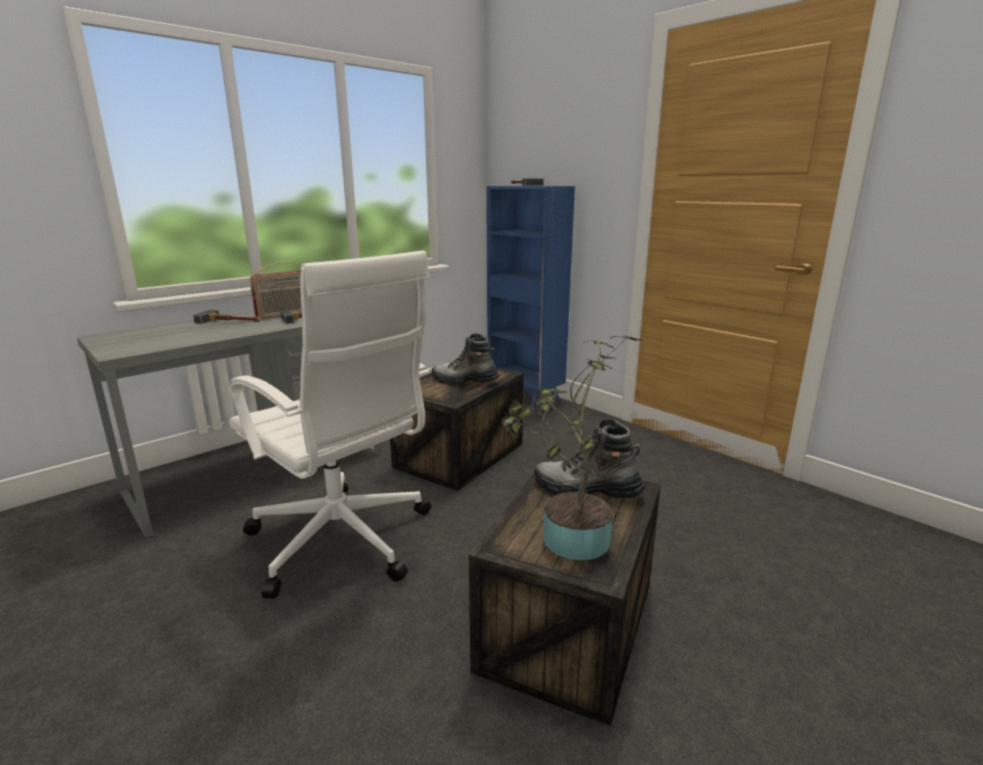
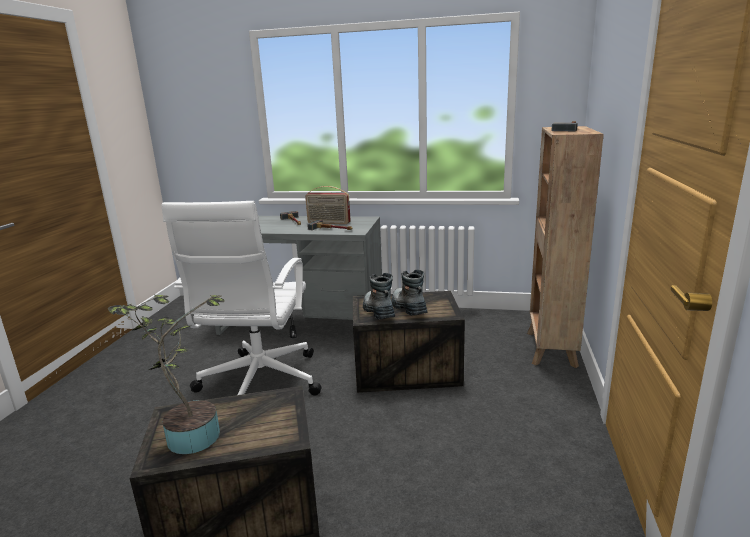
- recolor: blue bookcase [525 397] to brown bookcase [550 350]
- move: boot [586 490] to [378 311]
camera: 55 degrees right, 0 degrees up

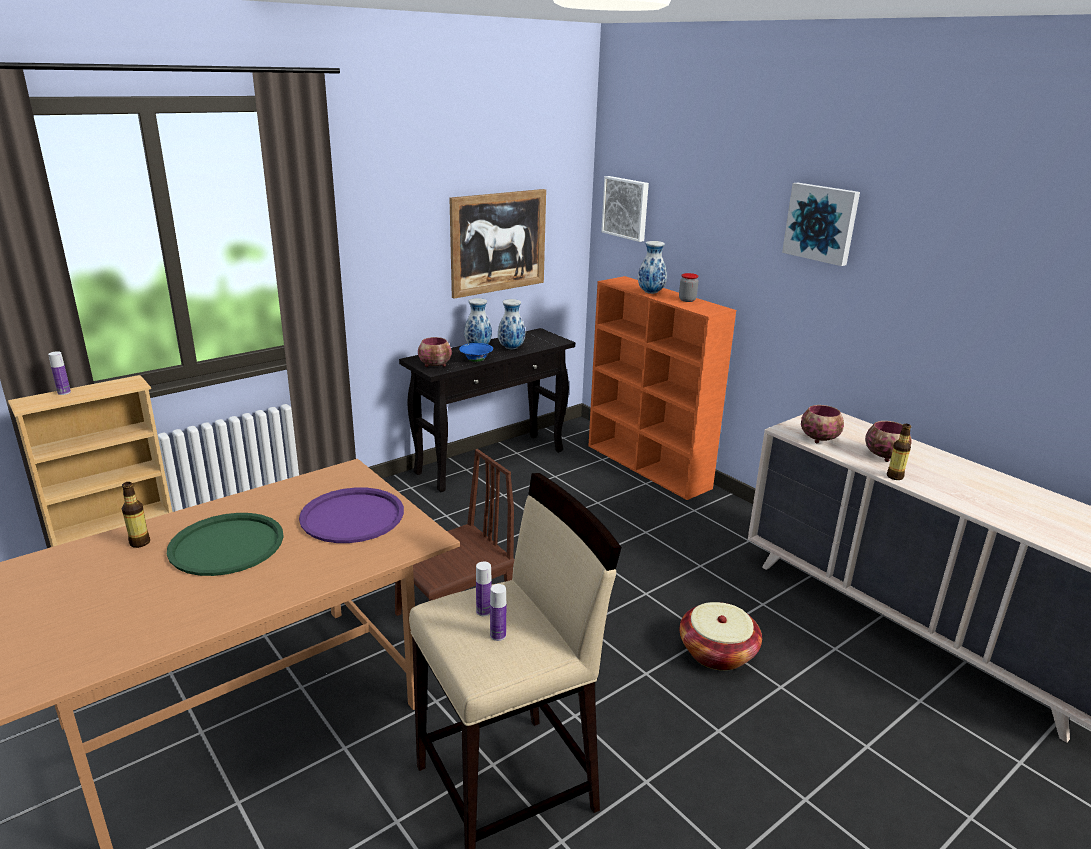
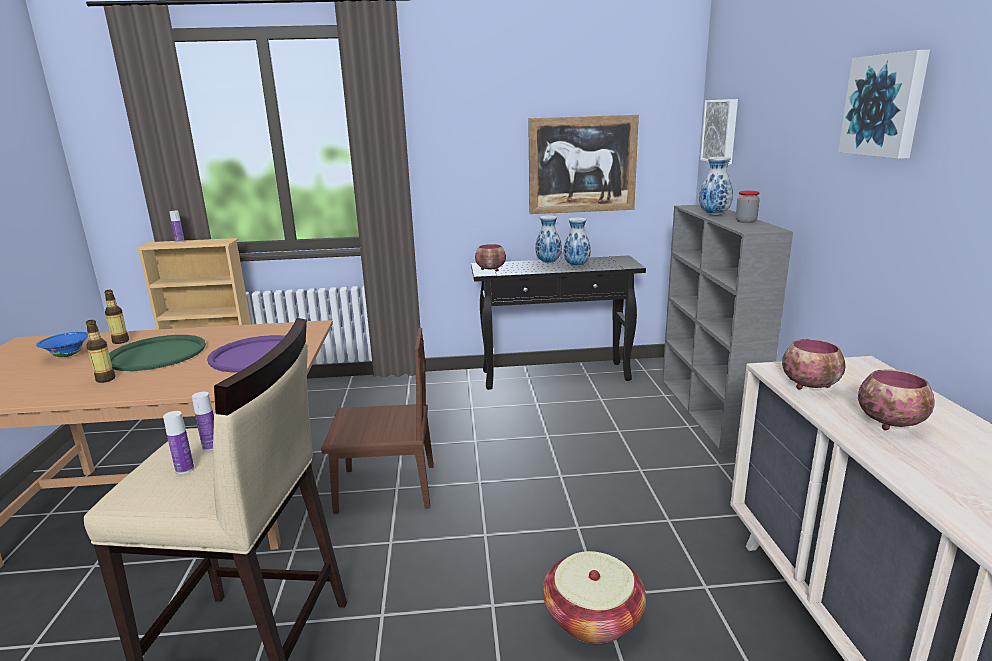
- move: blue bowl [476 361] to [68 355]
- recolor: orange bookcase [649 467] to grey bookcase [708 412]
- move: bottle [894 476] to [105 379]
camera: 35 degrees right, 5 degrees down

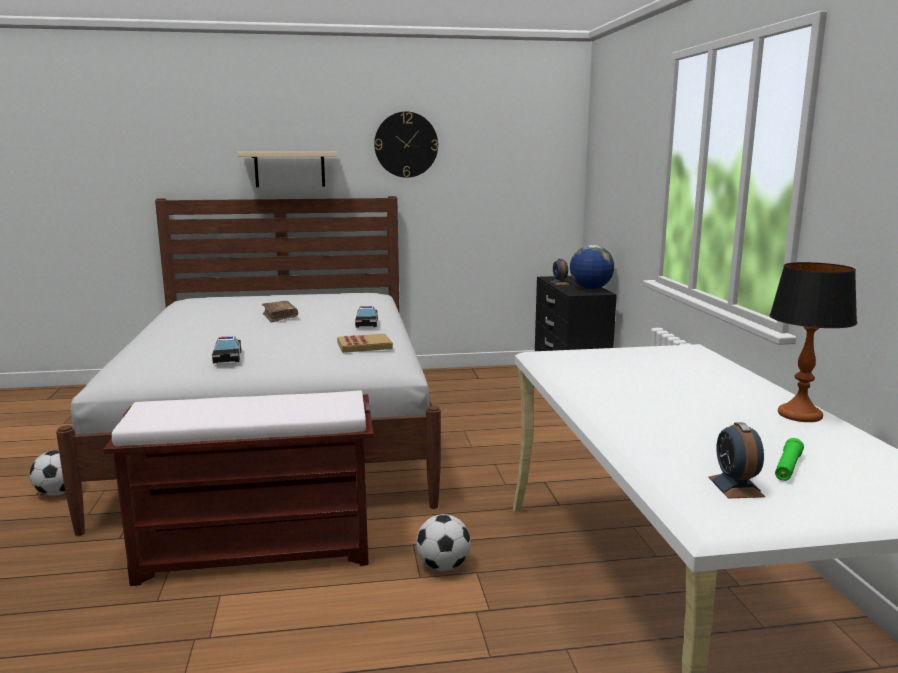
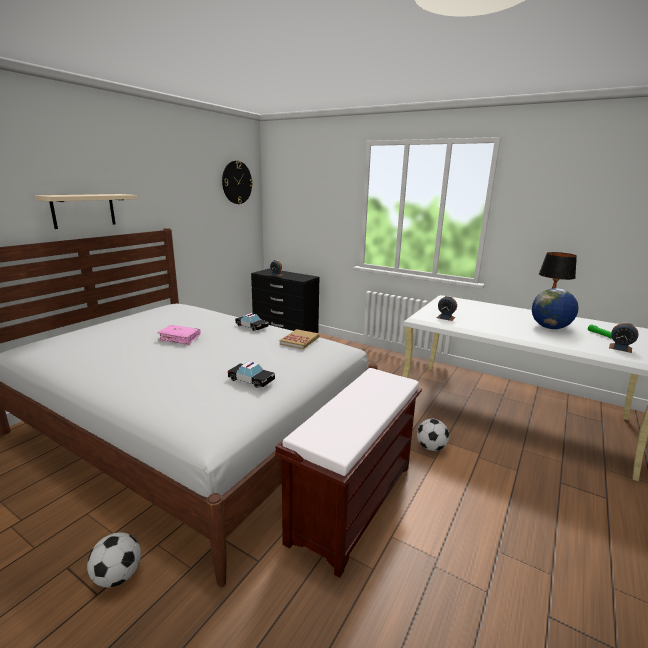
- recolor: brown book [280 317] to pink book [180 339]
- move: wall clock [406 144] to [237 182]
- move: globe [590 289] to [550 328]
- insert: alarm clock [445 317]
camera: 50 degrees left, 5 degrees up

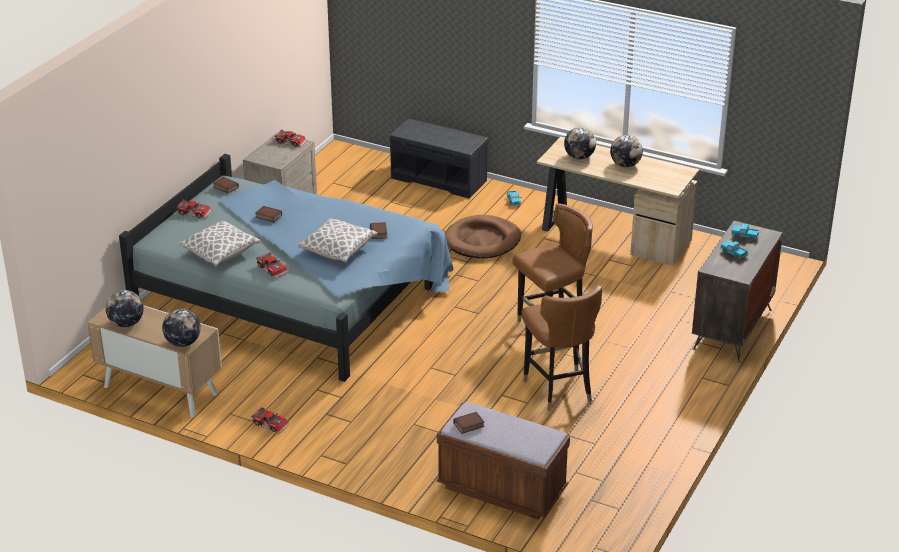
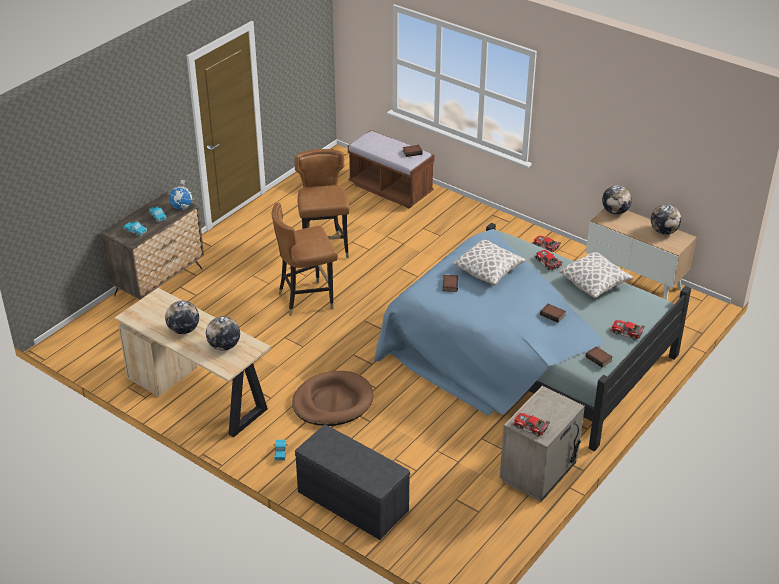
- insert: globe [182 207]
camera: 170 degrees left, 5 degrees up

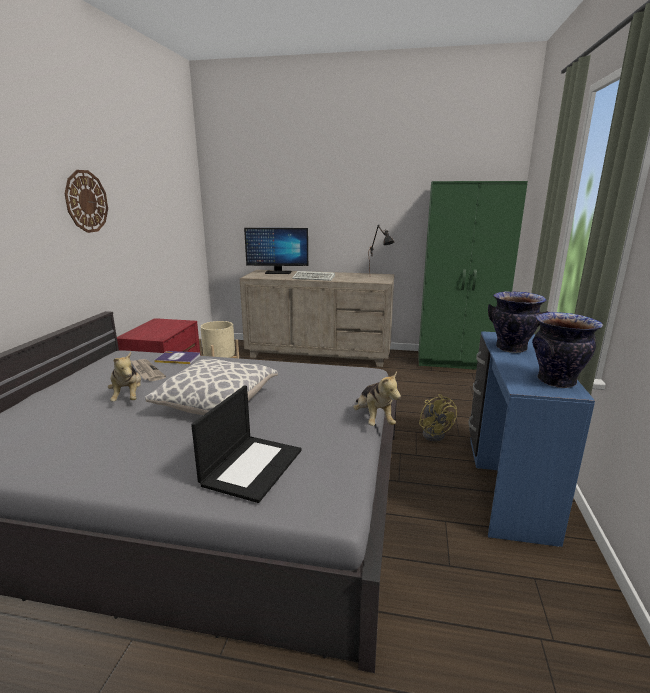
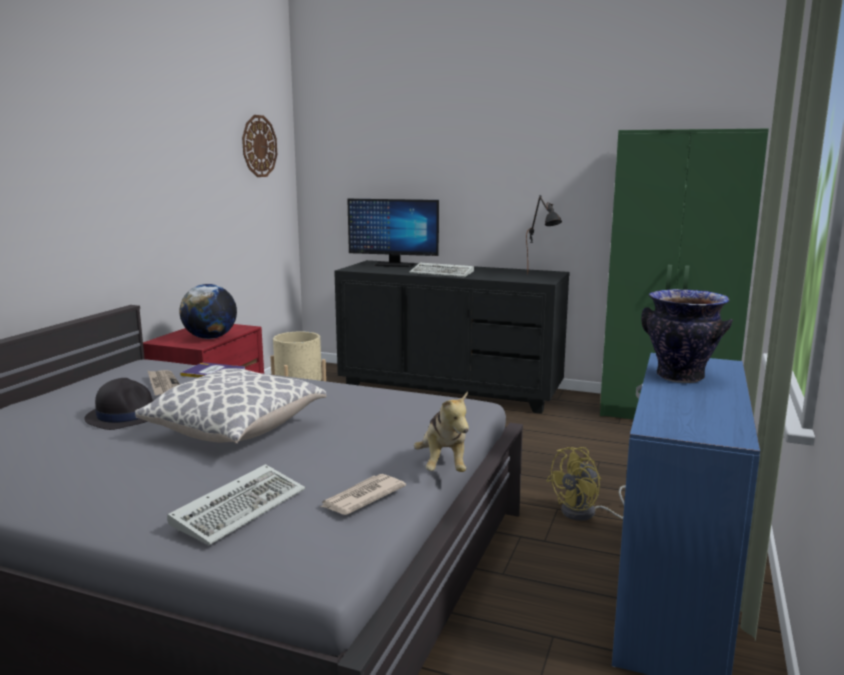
- move: wall clock [86 201] to [259 146]
- replace: plush toy [128 397] to black hat [126 415]
- replace: laptop [252 466] to keyboard [241 507]
- recolor: beige dresser [319 354] to black dresser [450 390]
- rotate: yellow fan [435 434] = [586 514] 60 degrees clockwise
- delete: vase [557 382]
- insert: globe [210 338]
- insert: newspaper [361 498]
camera: 10 degrees right, 5 degrees down

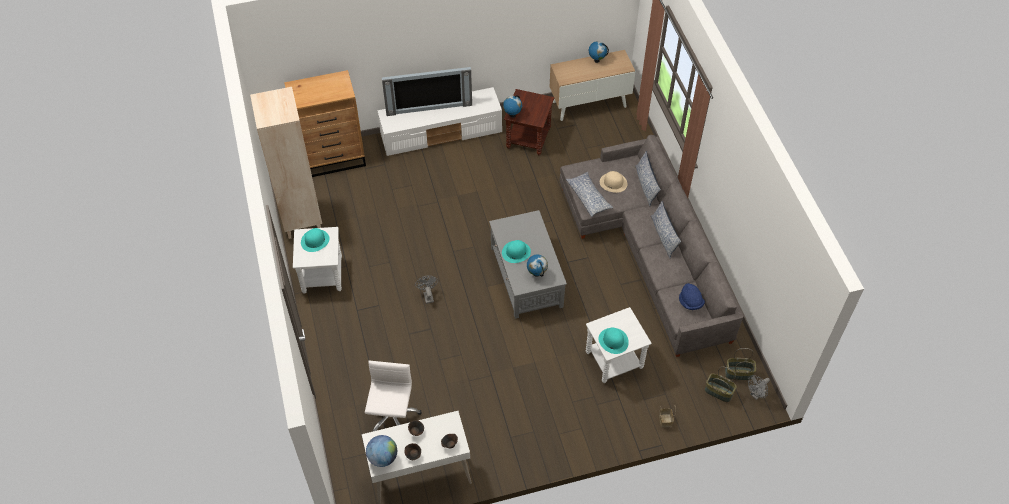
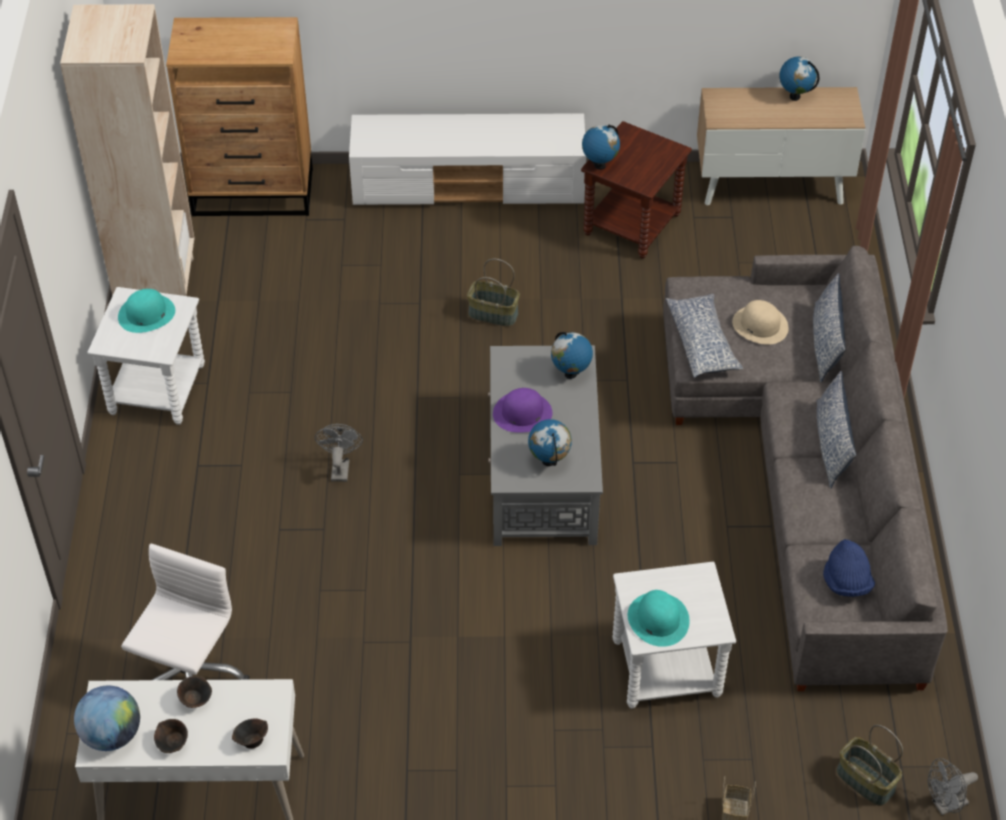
- delete: television [428 106]
- recolor: turquoise hat [516 252] to purple hat [522 413]
- move: basket [738 373] to [492 314]
- insert: globe [570 374]
camera: 15 degrees right, 5 degrees down

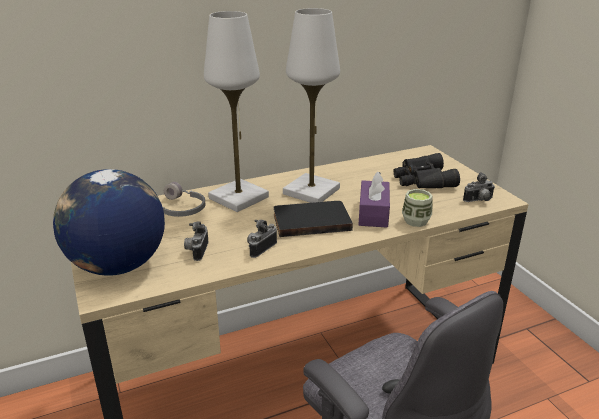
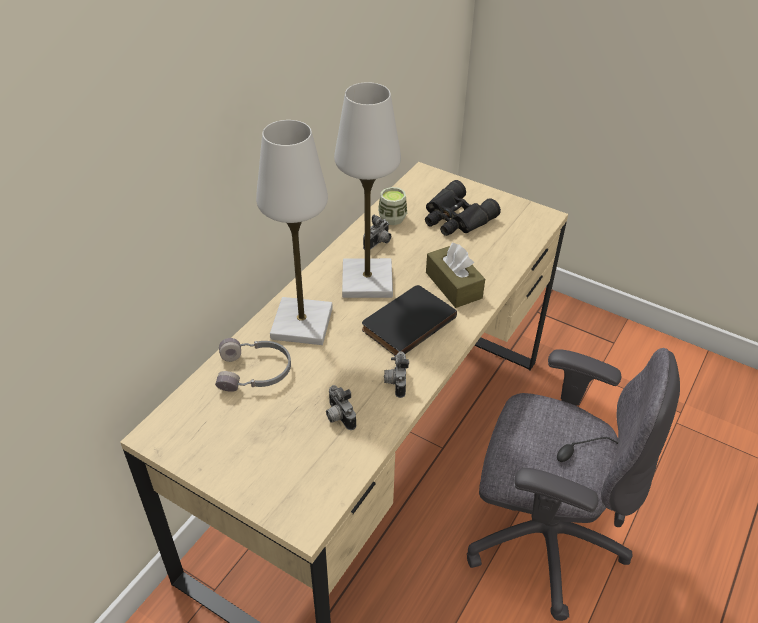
- delete: globe [117 266]
- recolor: purple tissue box [373 213] to brown tissue box [453 285]
- move: cup [416 221] to [392 218]
- move: photo camera [479 201] to [378 243]
camera: 35 degrees left, 15 degrees up

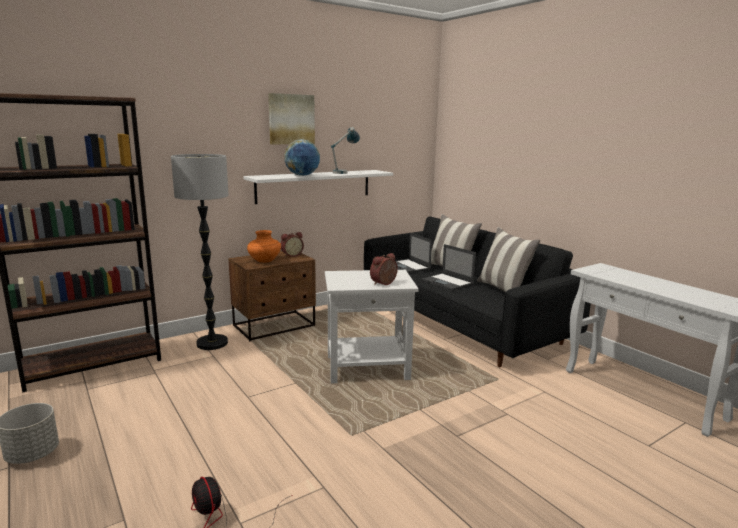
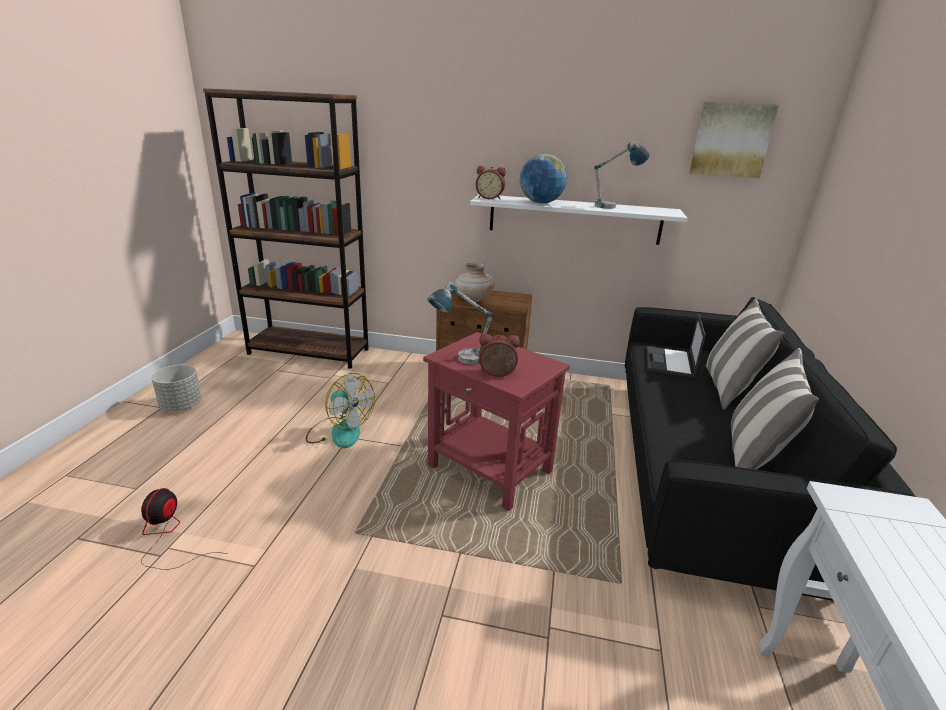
- delete: floor lamp [212 343]
- recolor: orange vase [264 261] to beige vase [473 299]
- move: picture [291 119] to [731 140]
- move: alarm clock [291 255] to [490 198]
- recolor: white side table [367 368] to red side table [489 469]
- delete: laptop [448 282]
- insert: fan [339 431]
- insert: table lamp [459 359]
camera: 45 degrees right, 10 degrees up

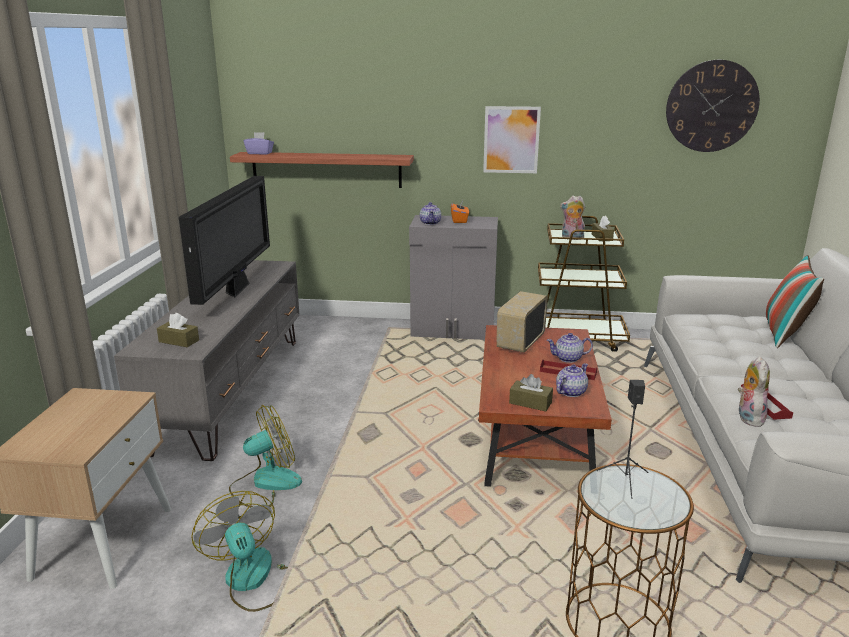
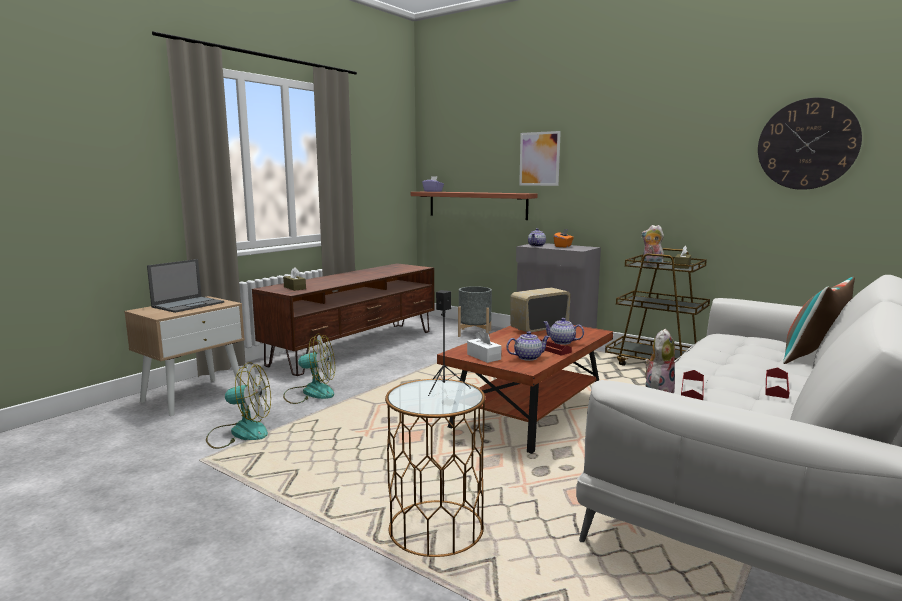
- recolor: grey tv stand [231 390] to brown tv stand [355 347]
- delete: television [238 289]
- rotate: fan [254 580] = [240 433] 90 degrees clockwise
- move: picture [511 140] to [539 159]
- recolor: brown tissue box [530 403] to white tissue box [483 357]
- insert: laptop [189 304]
- insert: grey planter [474 333]
- insert: red tray [776 386]
camera: 30 degrees right, 10 degrees down

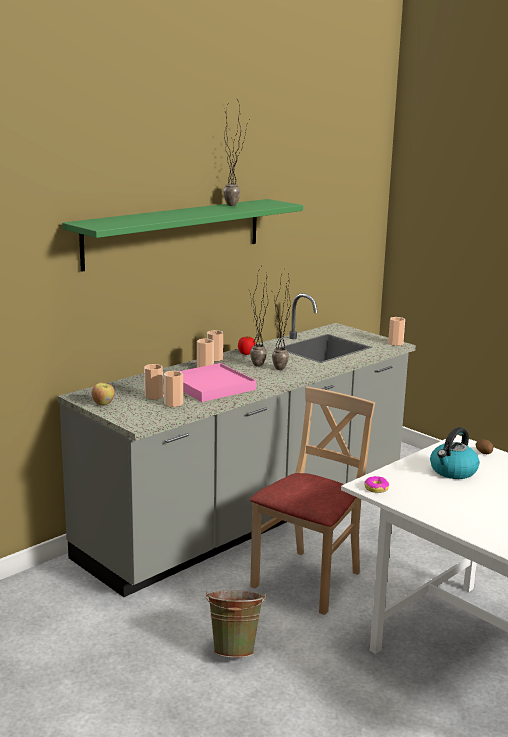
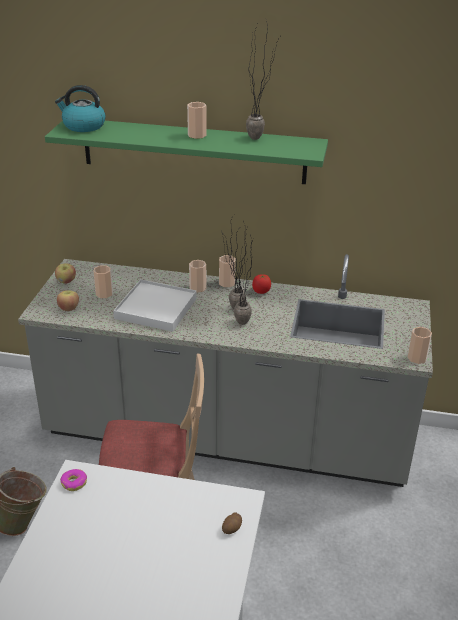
- move: cup [173 403] to [197 135]
- recolor: pink tray [211 386] to white tray [155 308]
- move: kettle [453 471] to [83 126]
- insert: apple [69 308]
camera: 55 degrees right, 15 degrees up

